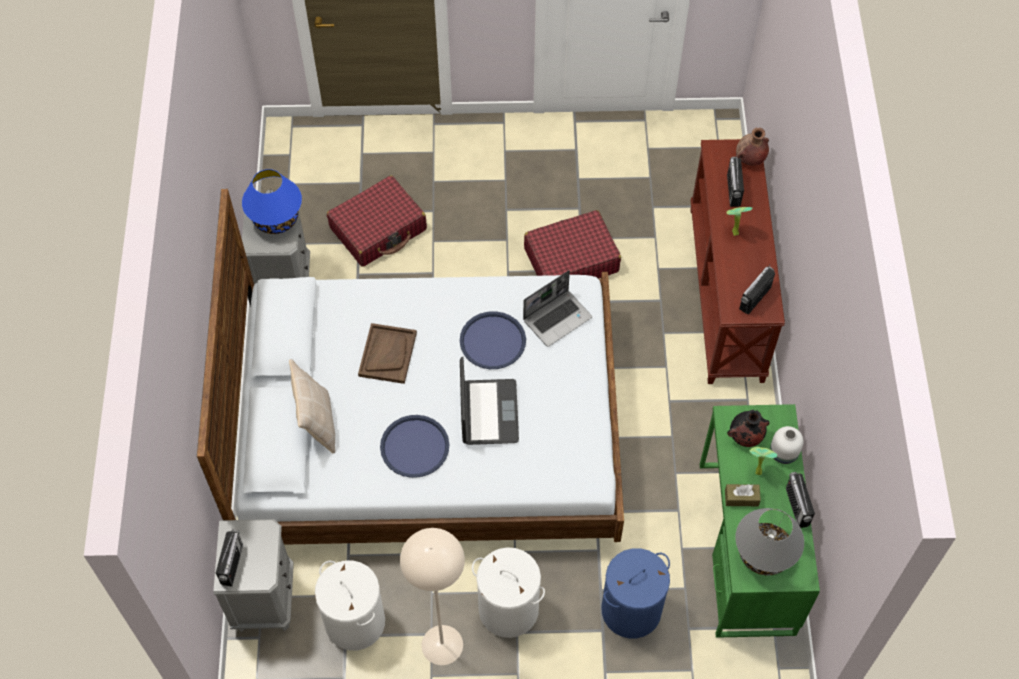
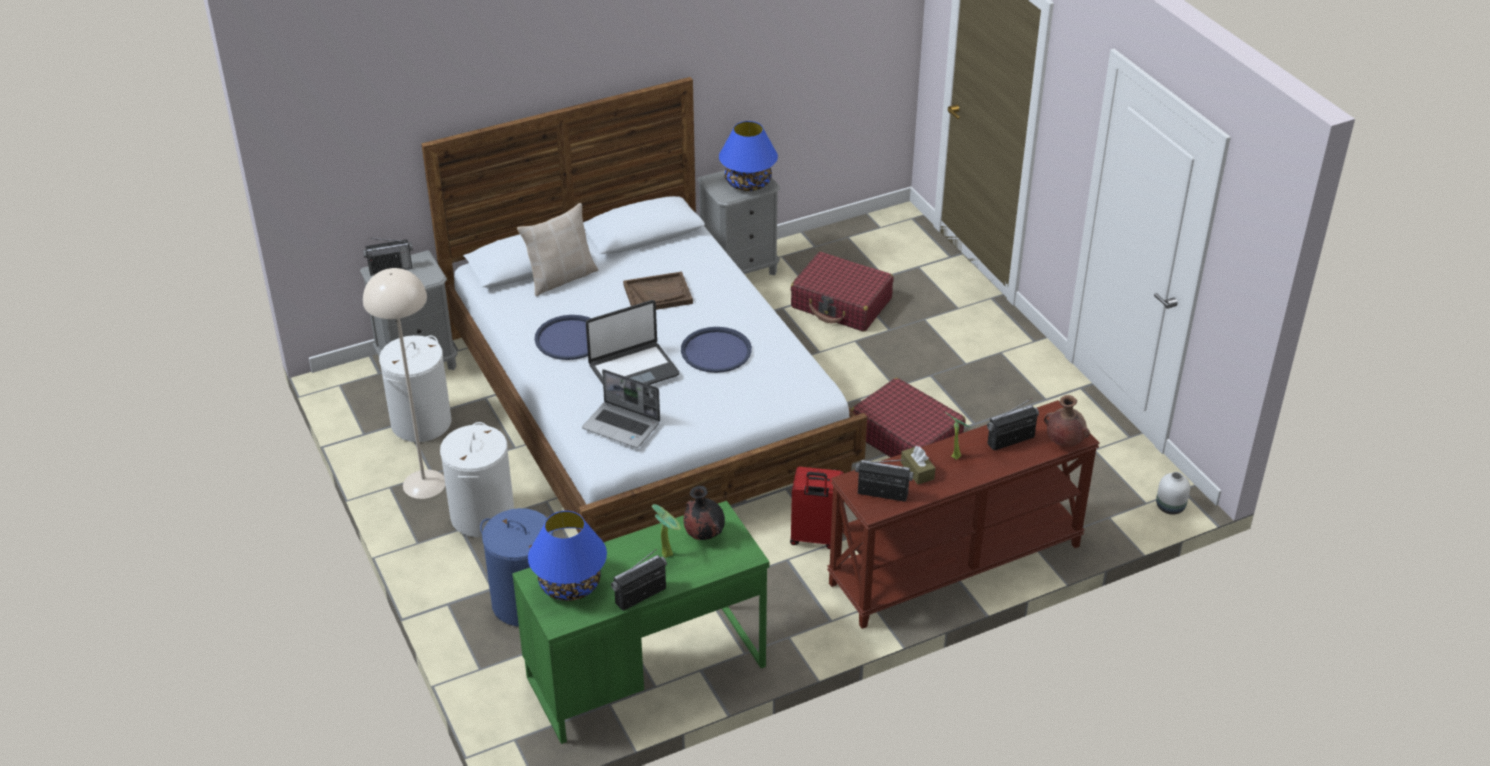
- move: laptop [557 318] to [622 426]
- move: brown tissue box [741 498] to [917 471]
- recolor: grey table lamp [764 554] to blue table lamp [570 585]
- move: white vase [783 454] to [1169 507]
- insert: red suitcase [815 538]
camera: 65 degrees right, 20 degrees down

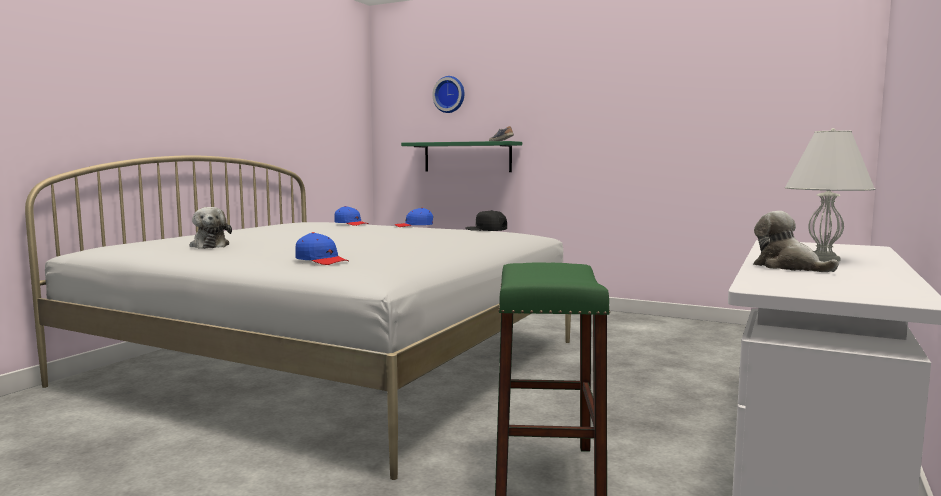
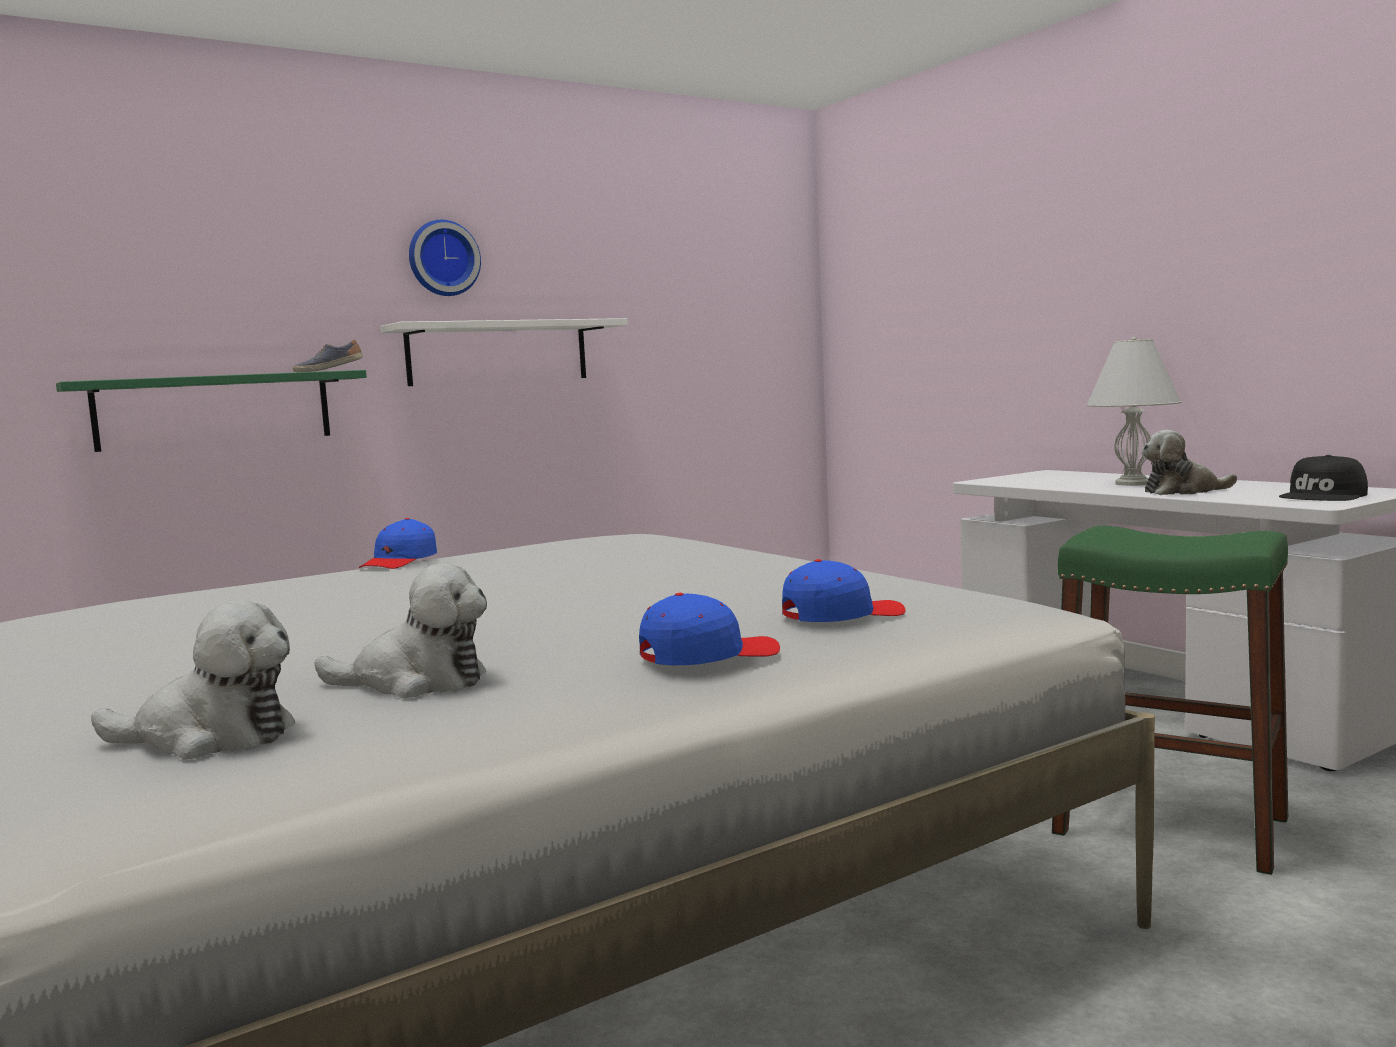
- move: blue cap [351 224] to [708 655]
- move: wall clock [450 94] to [442 258]
- move: black cap [486 229] to [1324 496]
- insert: plush toy [210 738]
- insert: white shelf [498 353]
camera: 60 degrees left, 0 degrees up

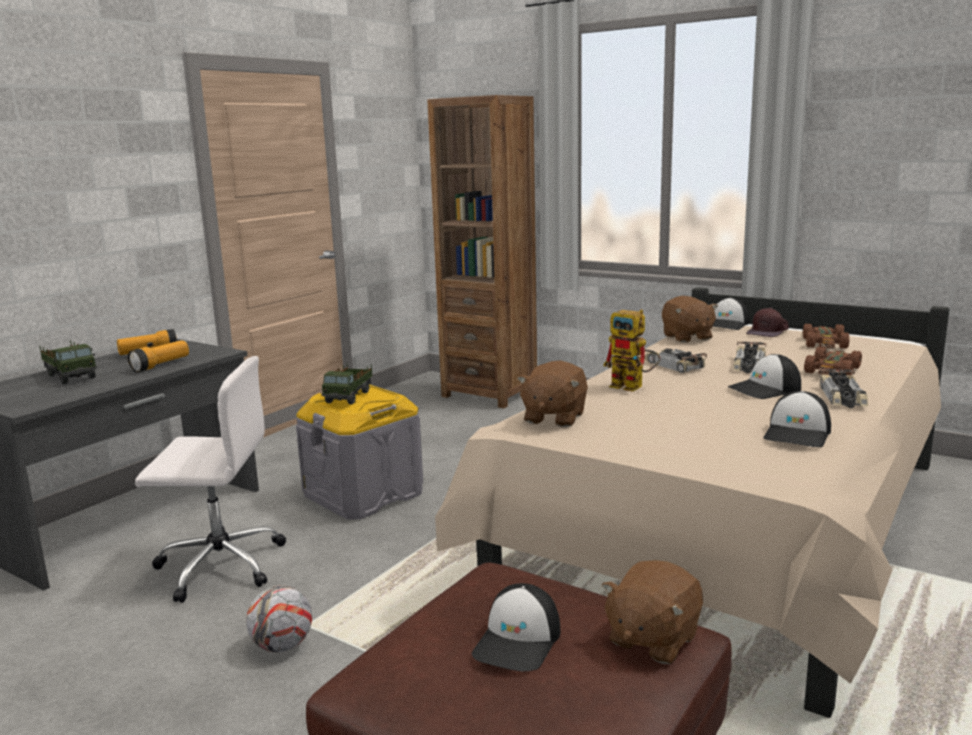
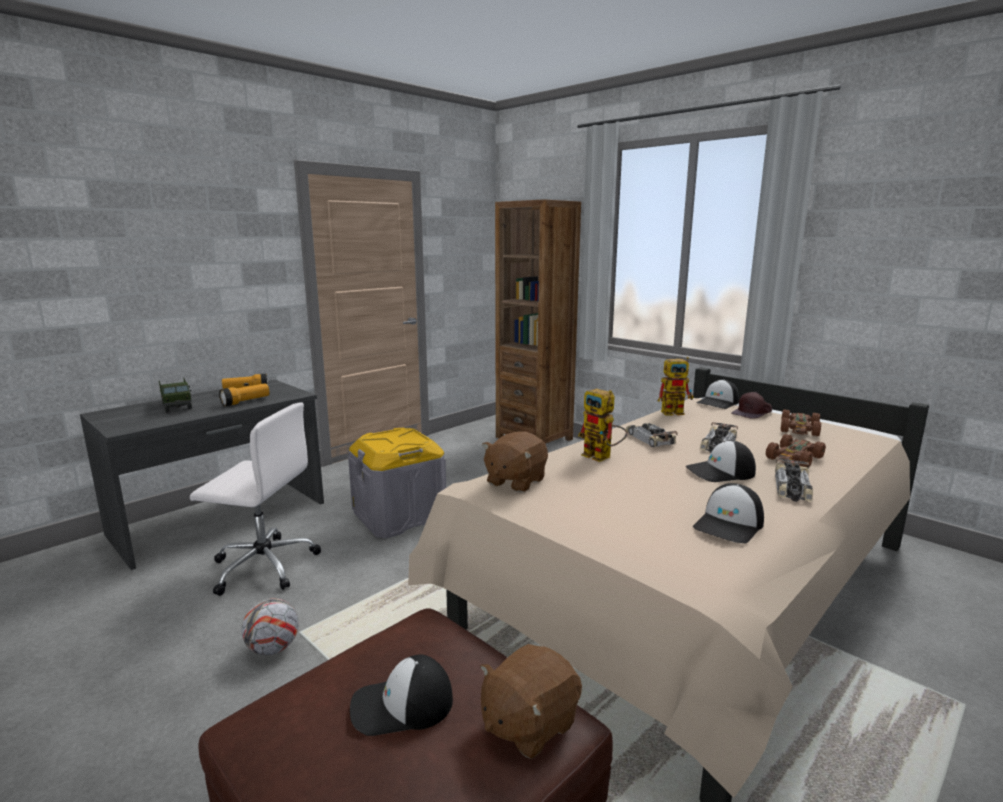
- delete: toy truck [349 397]
- rotate: cap [518 641] = [401 705] 45 degrees clockwise
- replace: brown plush toy [687 337] to toy robot [676 412]
camera: 10 degrees right, 0 degrees up

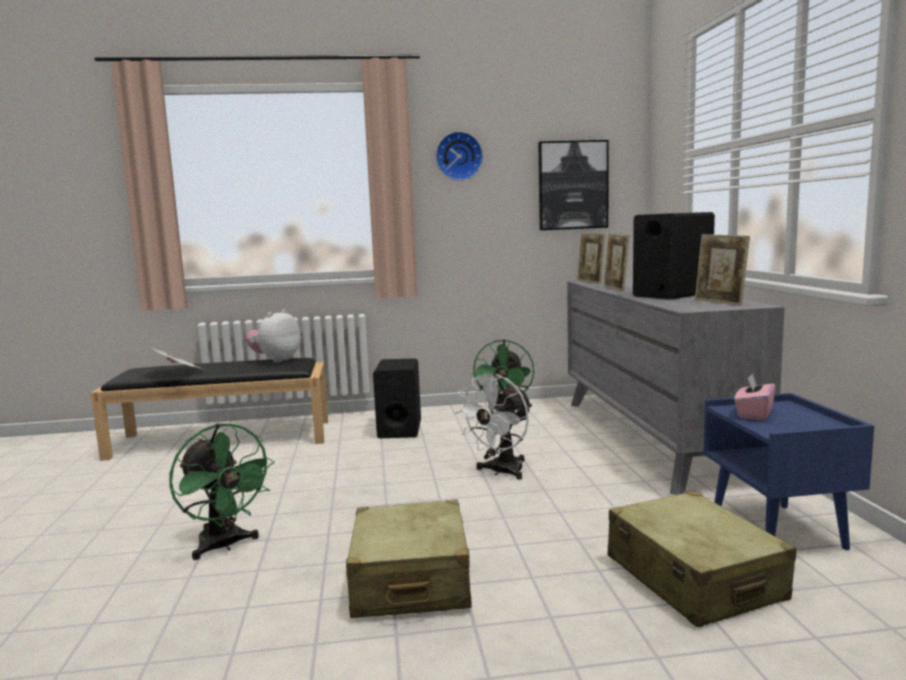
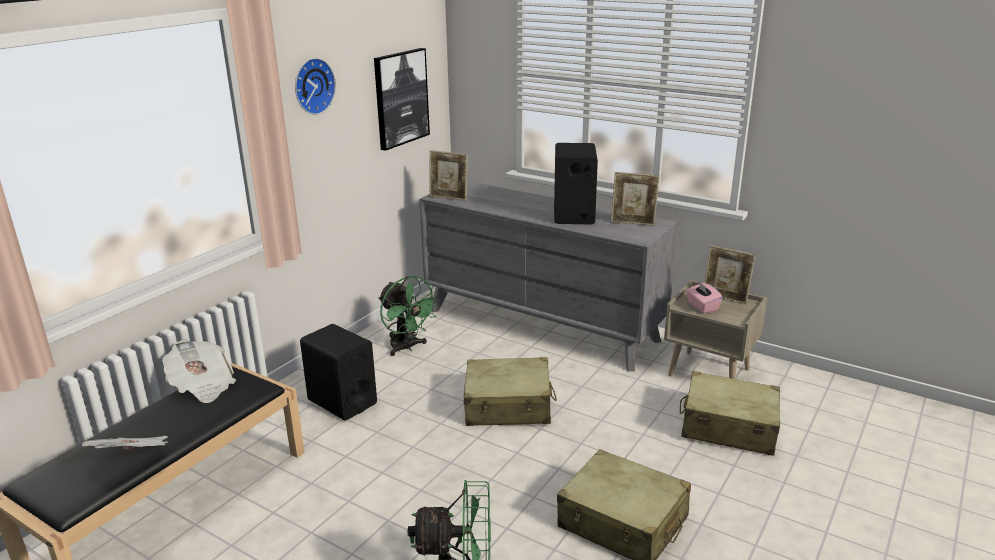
- replace: plush toy [276 360] to newspaper [202 386]
- replace: white fan [501 472] to beige suitcase [508 406]
- move: picture frame [615 289] to [725 298]
- recolor: blue nightstand [778 530] to beige nightstand [710 372]
camera: 50 degrees left, 15 degrees up

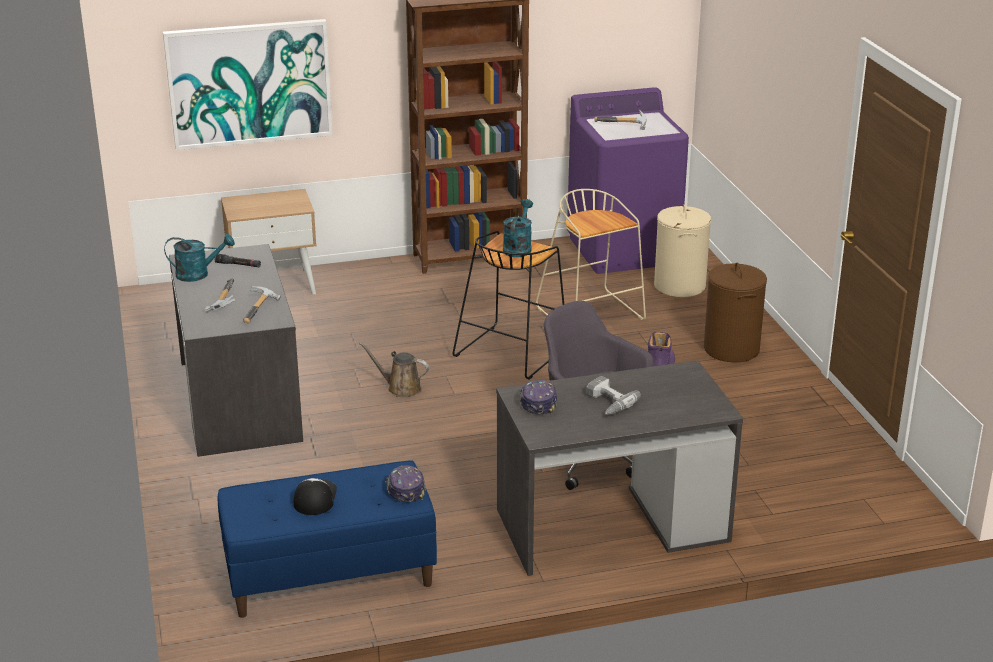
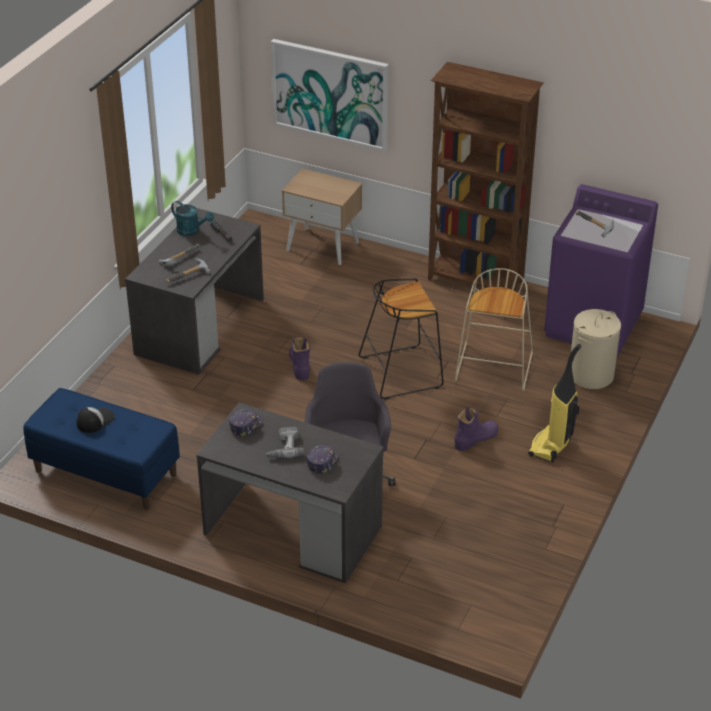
- replace: brown watering can [401 388] to purple boot [299 365]
- move: cap [405 489] to [322 462]
- delete: turquoise watering can [518 247]
- replace: brown laundry basket [731 349] to vacuum cleaner [551 446]
camera: 40 degrees right, 10 degrees up

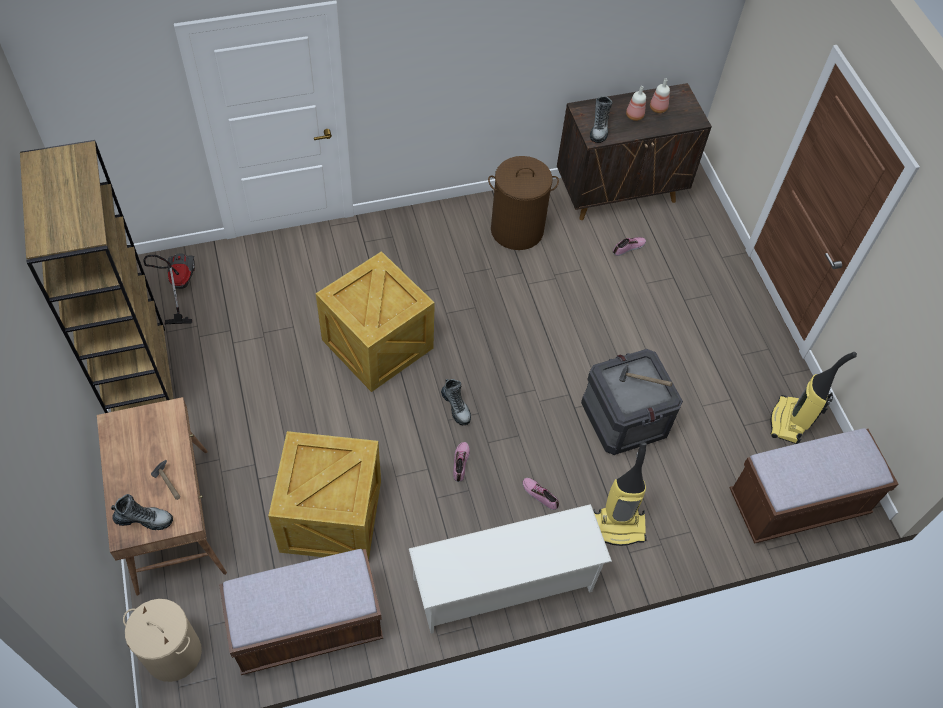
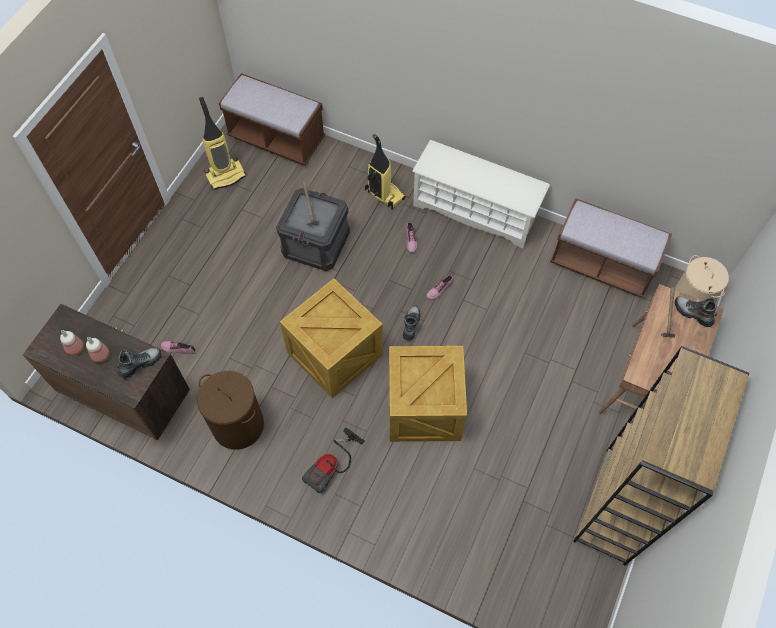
- move: vacuum cleaner [178 286] to [331 468]
- move: crate [333 514] to [333 353]
camera: 135 degrees left, 5 degrees up

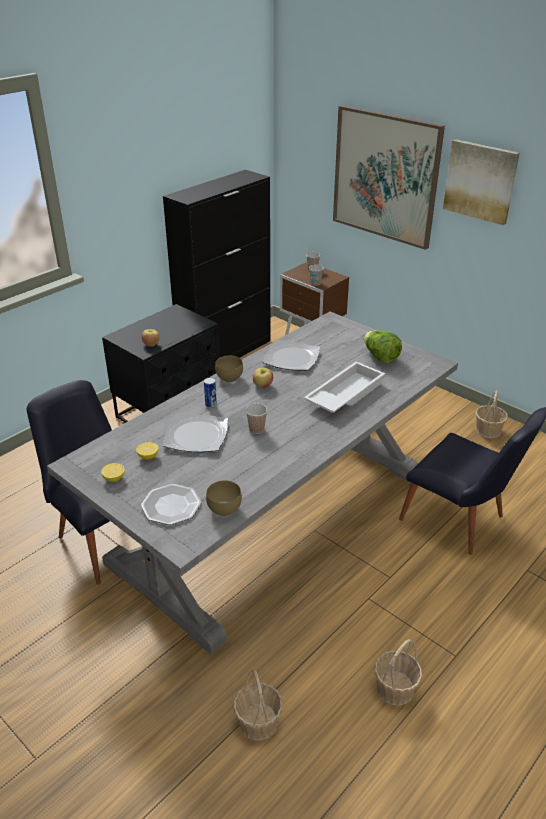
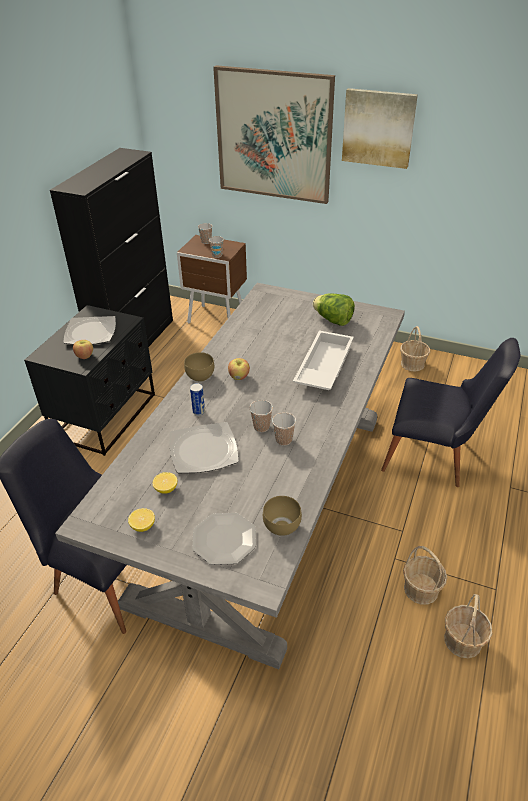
- move: basket [258 721] to [421 589]
- move: plate [291 358] to [90 333]
- insert: cup [283 440]
camera: 20 degrees left, 5 degrees up

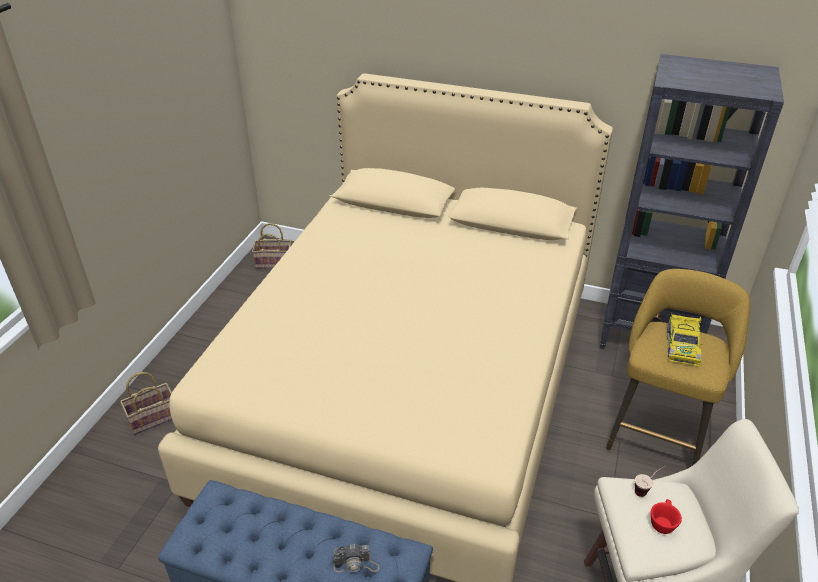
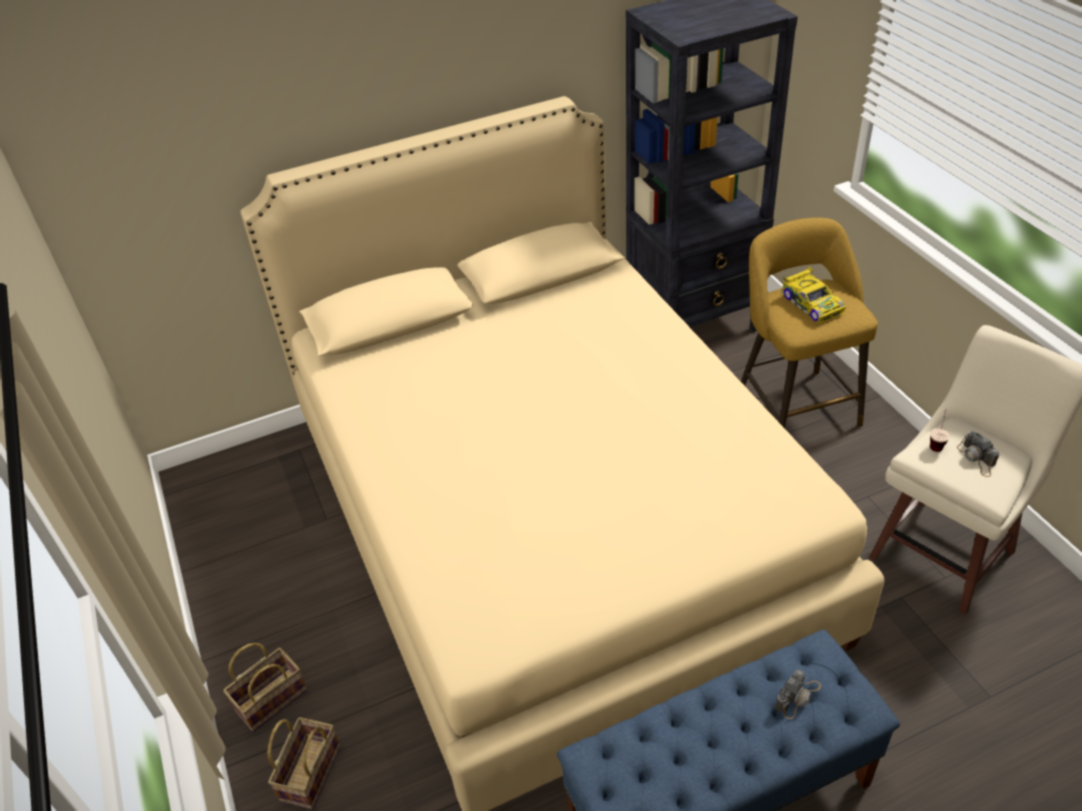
- move: basket [275 262] to [272 698]
- replace: red cup [662 522] to photo camera [977 459]
camera: 40 degrees left, 5 degrees up

